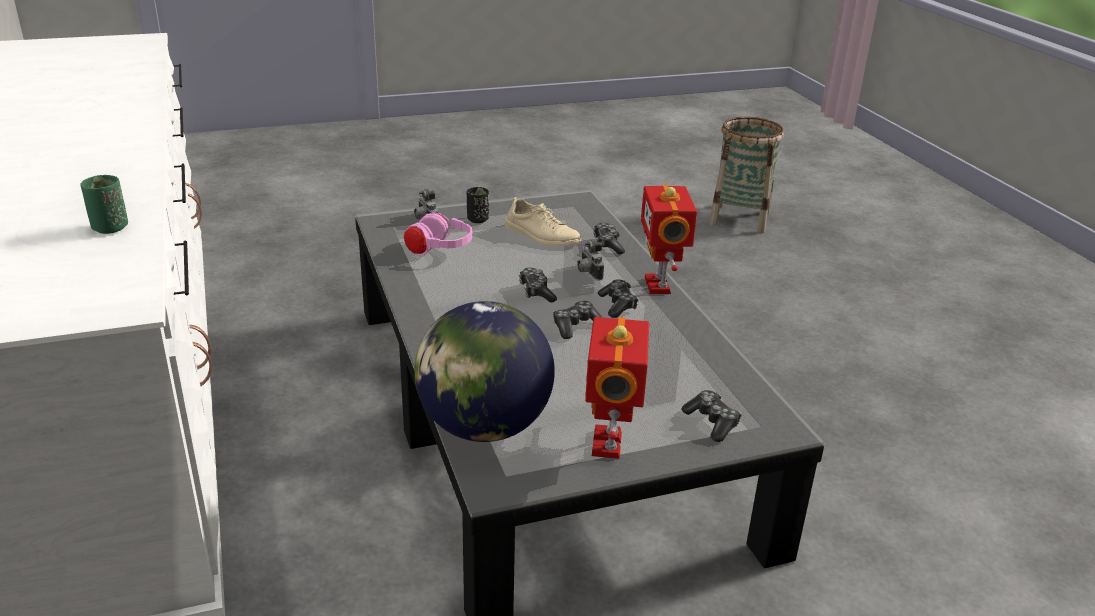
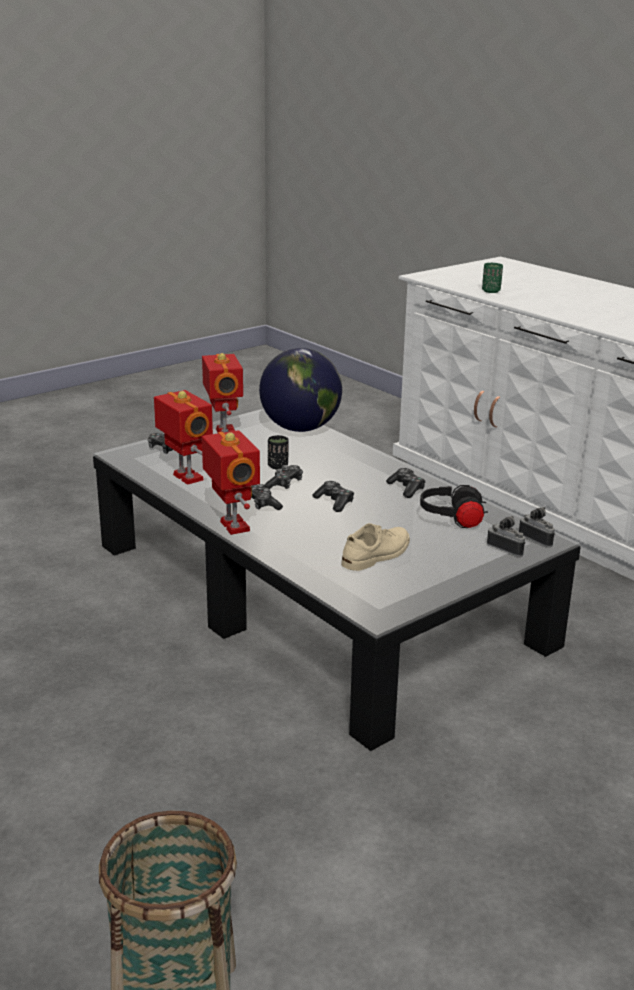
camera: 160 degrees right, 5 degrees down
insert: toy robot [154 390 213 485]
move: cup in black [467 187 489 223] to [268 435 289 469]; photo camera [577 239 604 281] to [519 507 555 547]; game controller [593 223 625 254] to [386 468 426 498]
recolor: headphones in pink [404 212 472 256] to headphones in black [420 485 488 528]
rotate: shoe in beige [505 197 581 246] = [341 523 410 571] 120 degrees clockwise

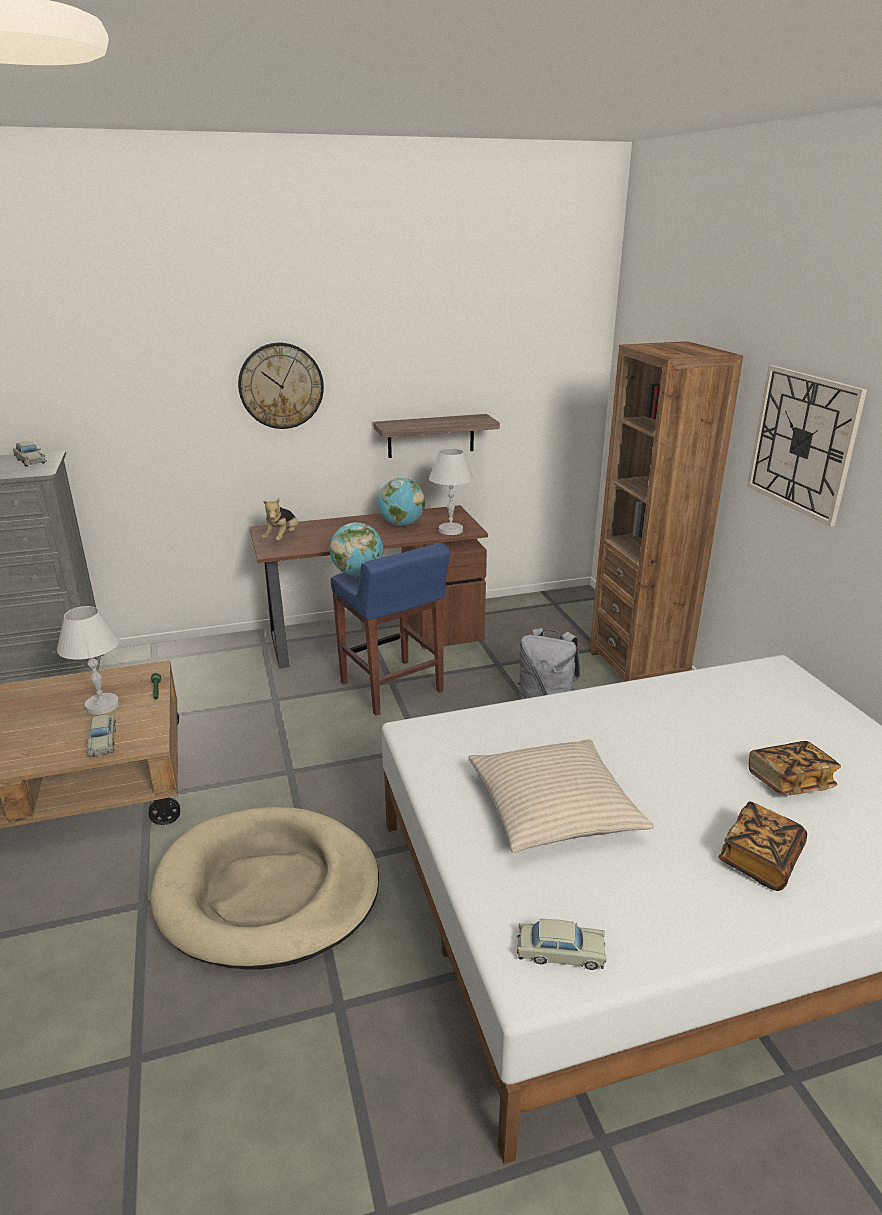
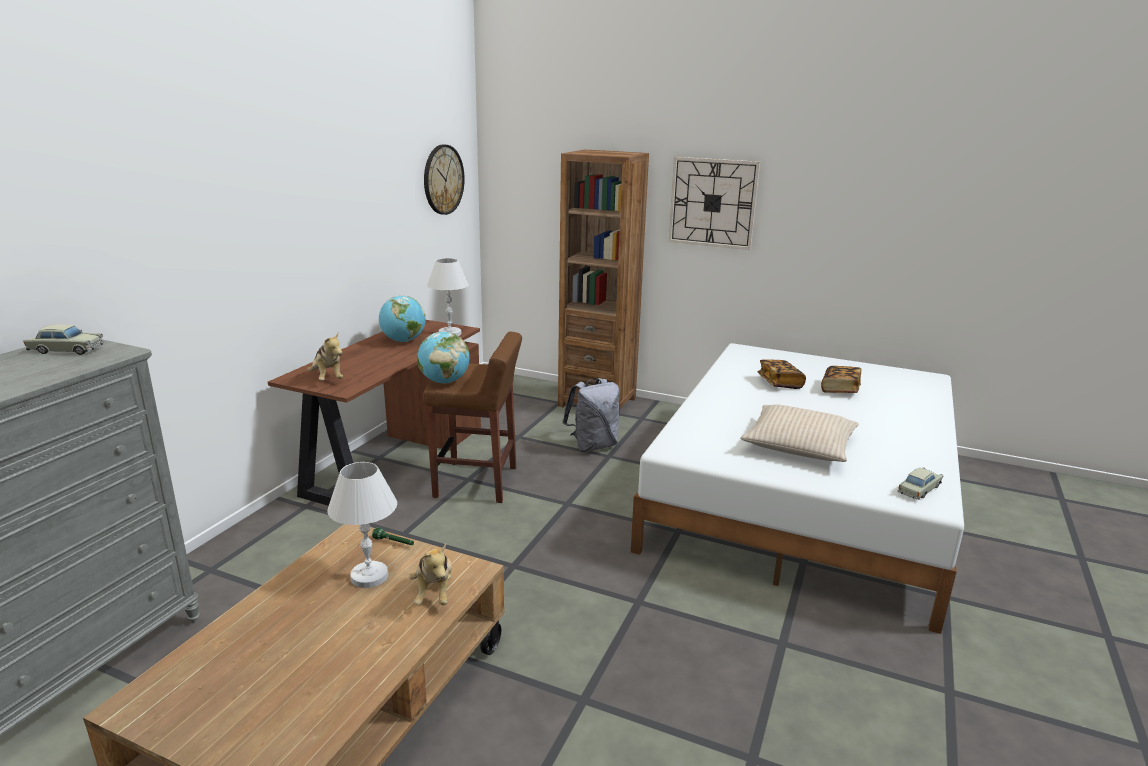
camera: 50 degrees left, 5 degrees down
delete: dog bed in beige [150 807 379 970]; shelf [373 414 500 458]
move: wall clock [238 343 324 429] to [424 145 465 215]; book [719 801 807 891] to [757 359 806 389]
replace: toy car in beige [87 714 116 756] to plush toy [409 544 452 605]
recolor: stool in blue [331 543 450 716] to stool in brown [423 332 522 503]

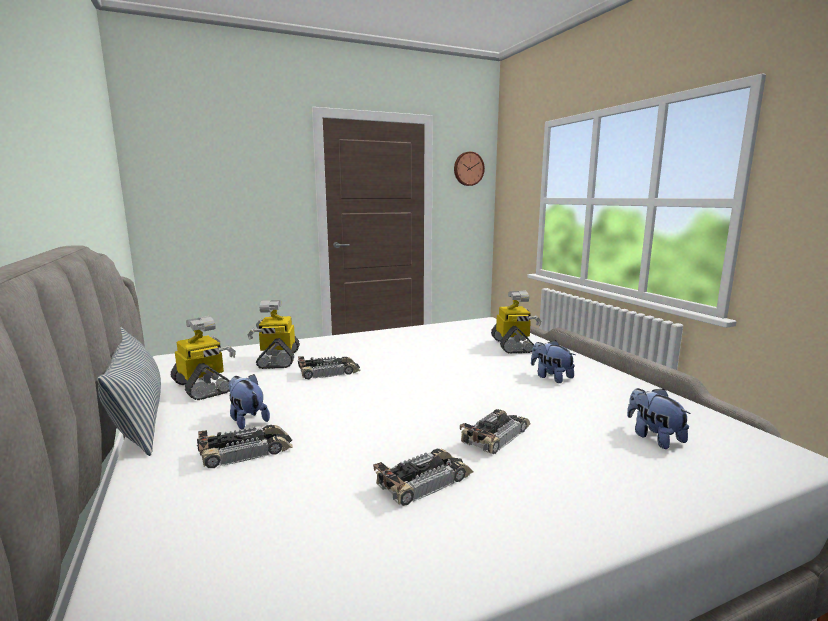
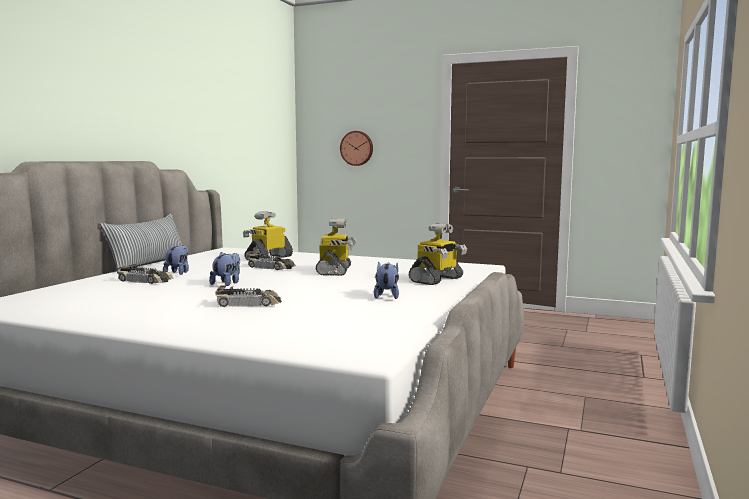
camera: 45 degrees right, 5 degrees down
delete: toy car [373 449 474 506]
move: toy robot [171 316 236 400] to [315 218 356 276]; wall clock [454 152 485 186] to [340 131 373 166]; plush toy [627 388 691 449] to [209 252 240 286]

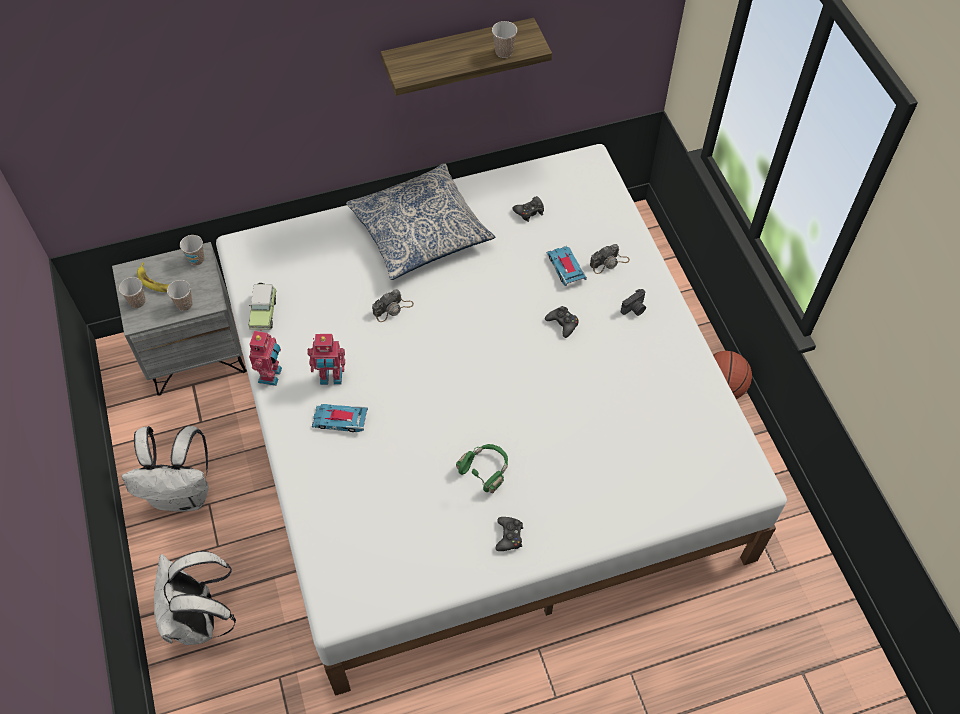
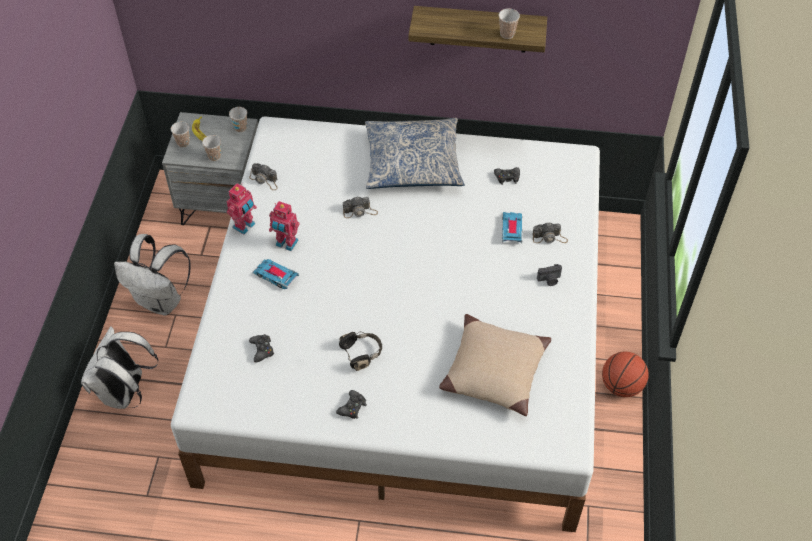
camera: 25 degrees right, 5 degrees down
insert: pillow in beige [439 314 551 416]
move: game controller in black [545 306 578 338] to [249 334 274 363]
replace: toy car [249 283 277 330] to photo camera [249 163 277 190]
recolor: headphones in green [456 444 508 493] to headphones in black [339 332 382 371]

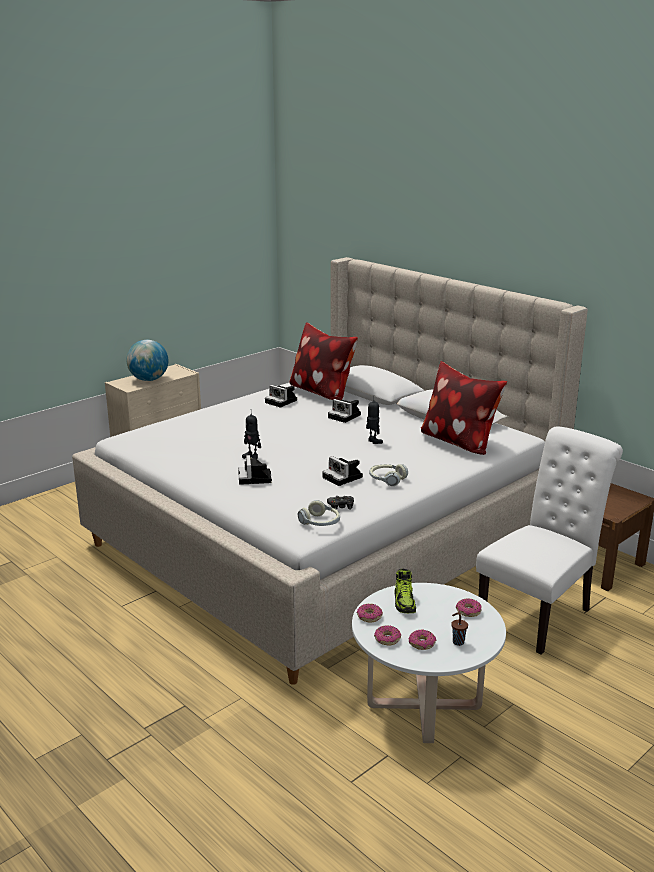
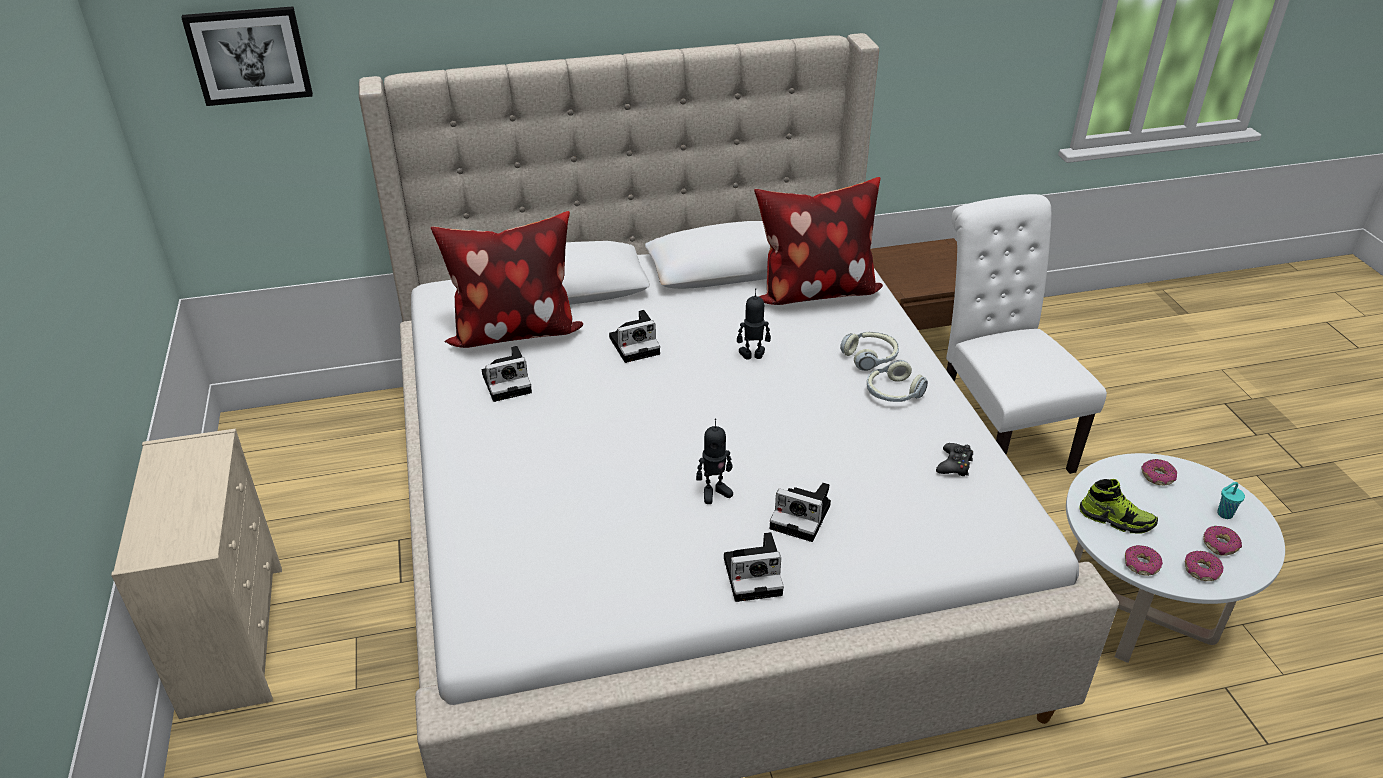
camera: 60 degrees left, 15 degrees up
delete: globe [126 340 168 381]
insert: picture [181 6 313 106]
move: headphones [298 500 340 526] to [840 332 899 371]; photo camera [322 456 363 486] to [724 532 784 602]
recolor: cup in brown [451 613 468 646] to cup in turquoise [1217 482 1245 519]

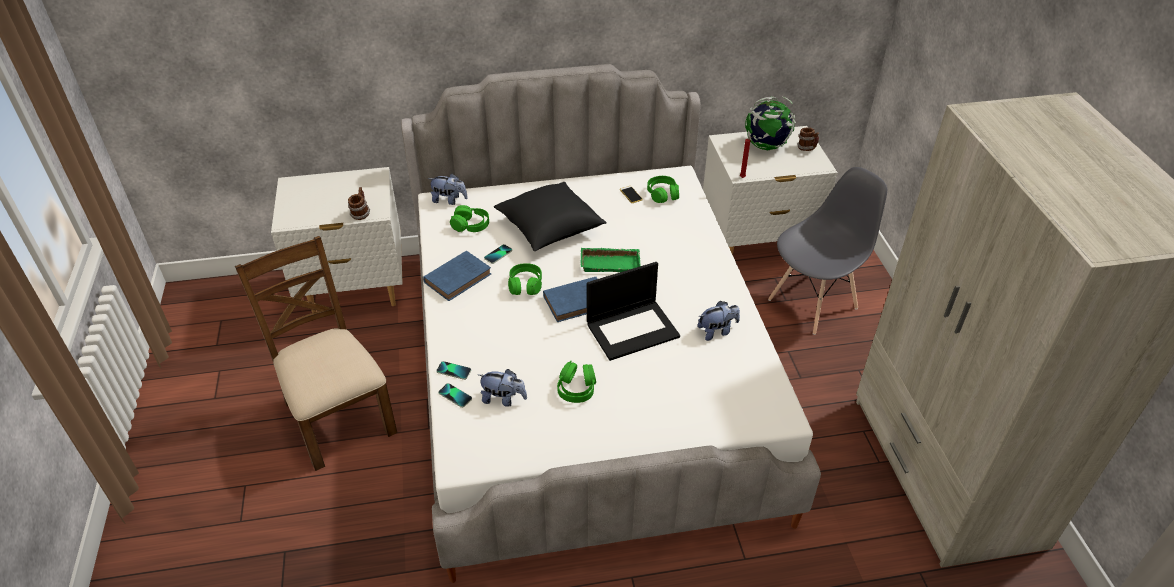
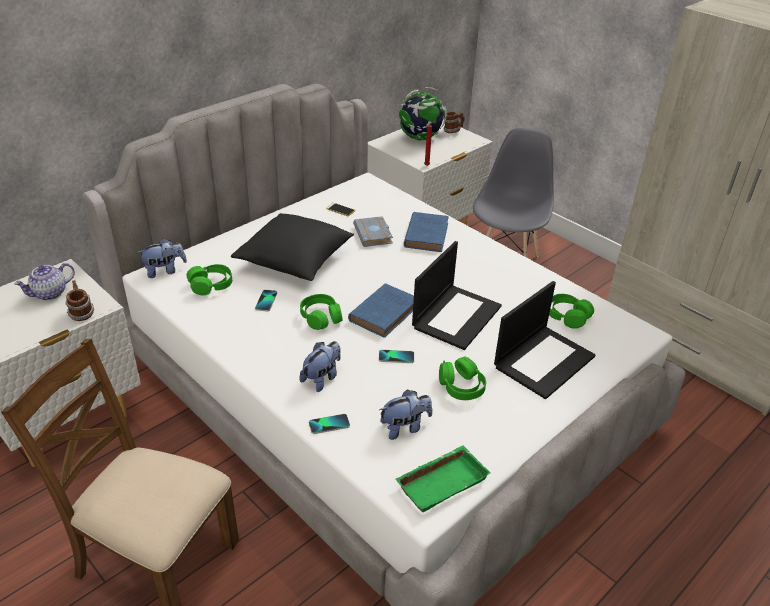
camera: 35 degrees left, 5 degrees down
insert: teapot [14 263 75 300]; book in grey [353 216 393 247]; laptop [494 281 596 399]
move: book in blue [423 251 491 301] to [404 212 449 252]; phone [438 383 472 408] to [379 350 414 363]; tray in green [580 248 641 272] to [396 445 490 512]; headphones in green [647 176 679 203] to [549 294 594 328]; plush toy [697 301 740 341] to [300 341 341 392]

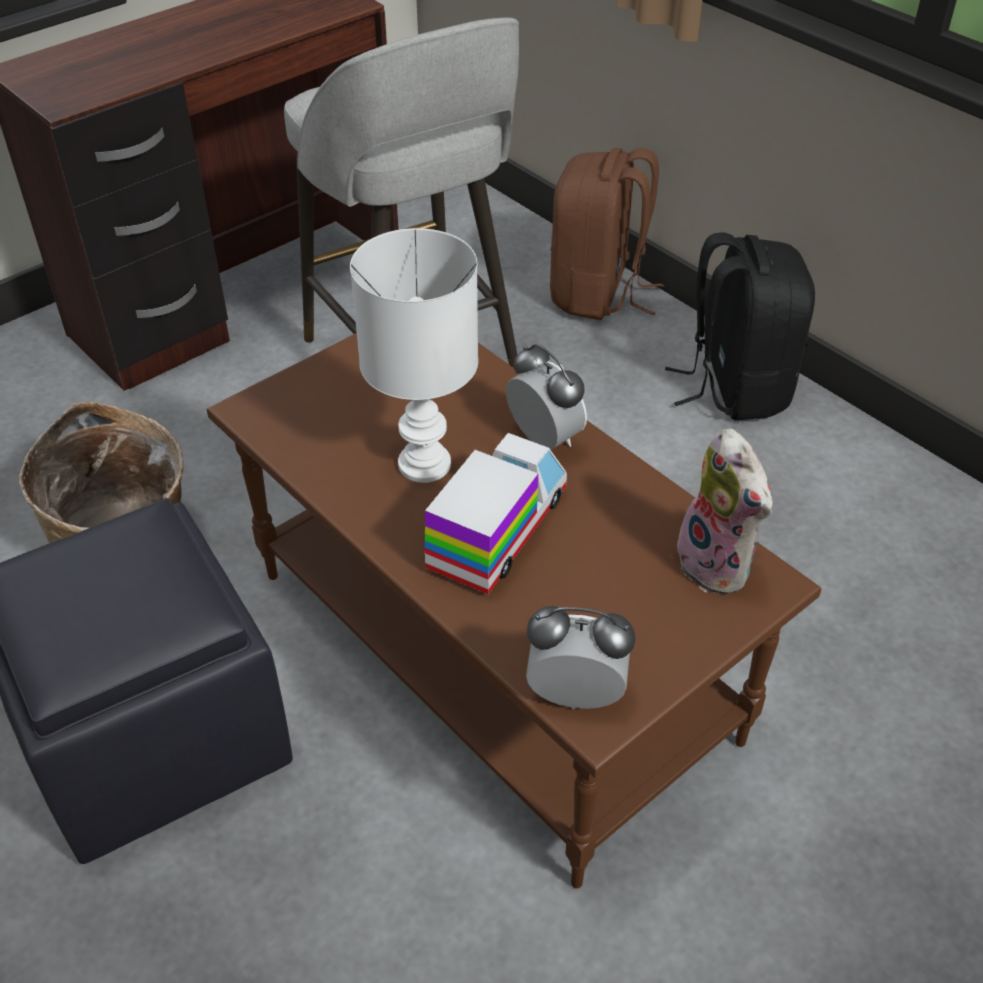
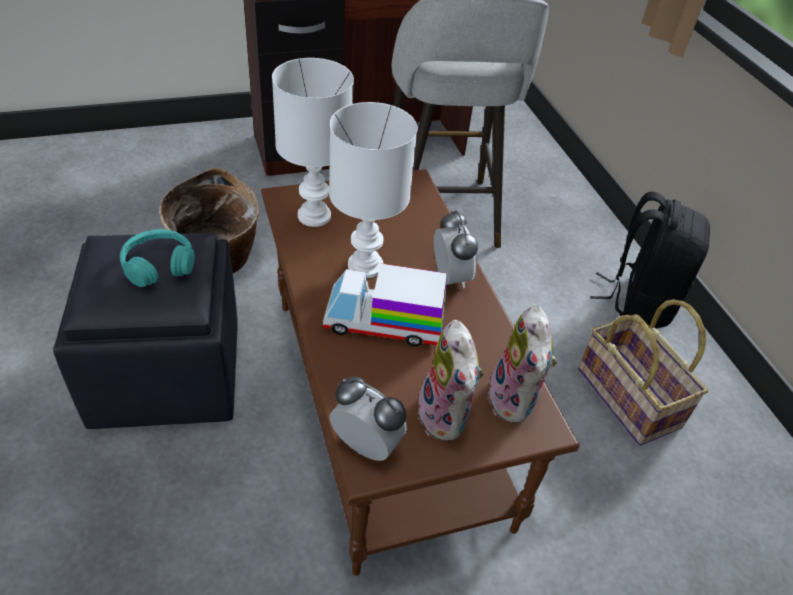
camera: 20 degrees right, 0 degrees up
delete: backpack in brown [550 148 664 320]
insert: headphones in turquoise [120 229 195 287]; table lamp in white [272 58 354 227]; plush toy [418 320 484 441]; basket [578 299 708 445]
rotate: toy truck [425 433 567 594] = [323 264 447 347] 135 degrees counterclockwise

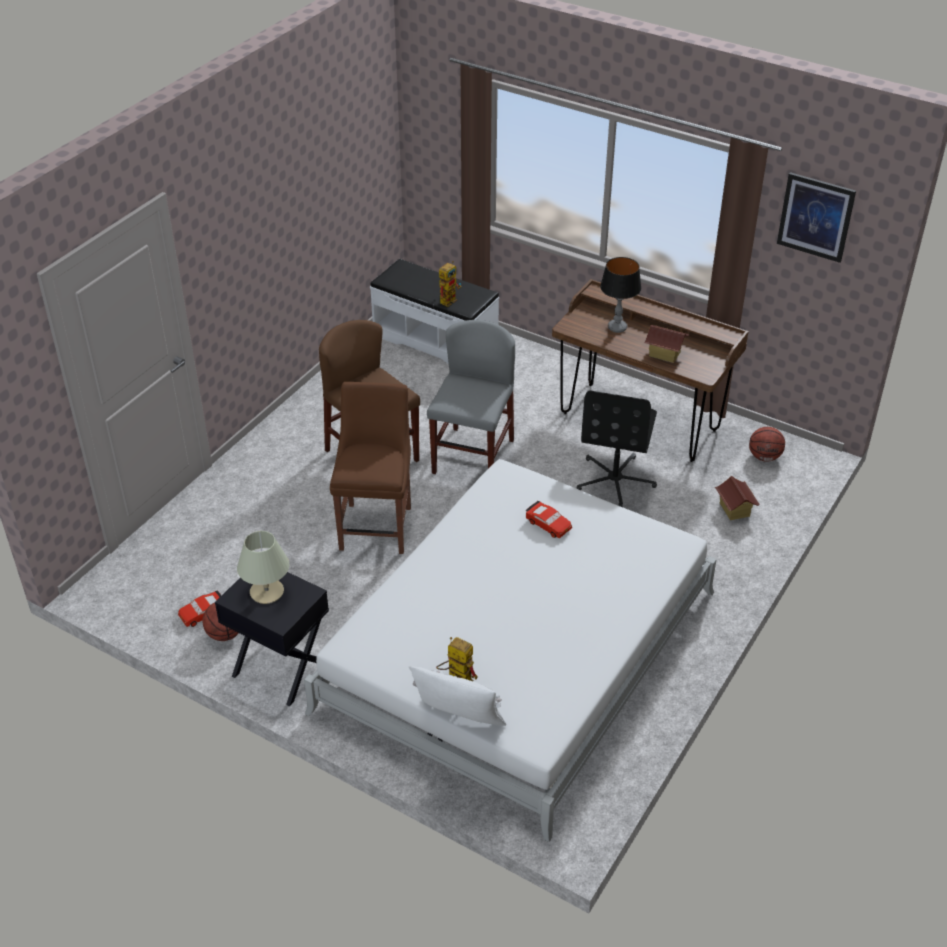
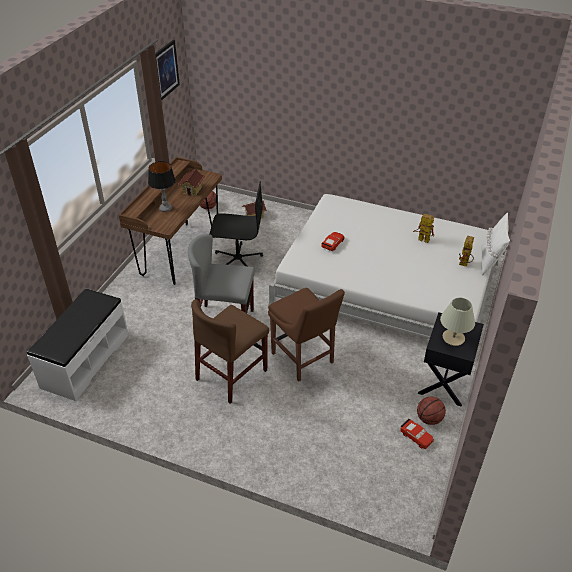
camera: 100 degrees left, 0 degrees up
move: toy robot [439 261 461 307] to [413 213 434 243]
rotate: chair in brown [330 382 411 554] = [268 288 345 382] 120 degrees counterclockwise

